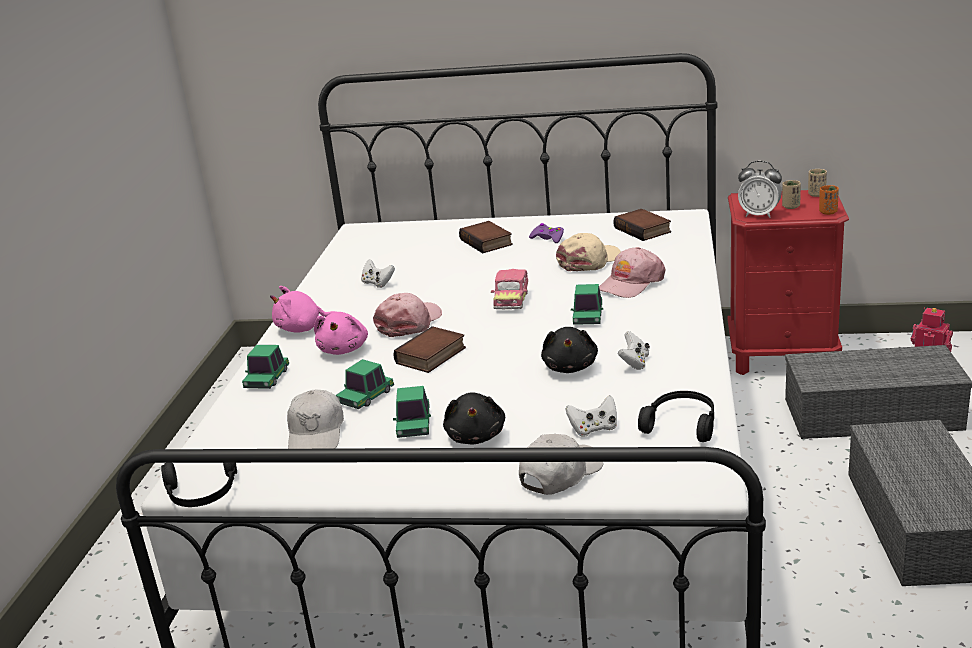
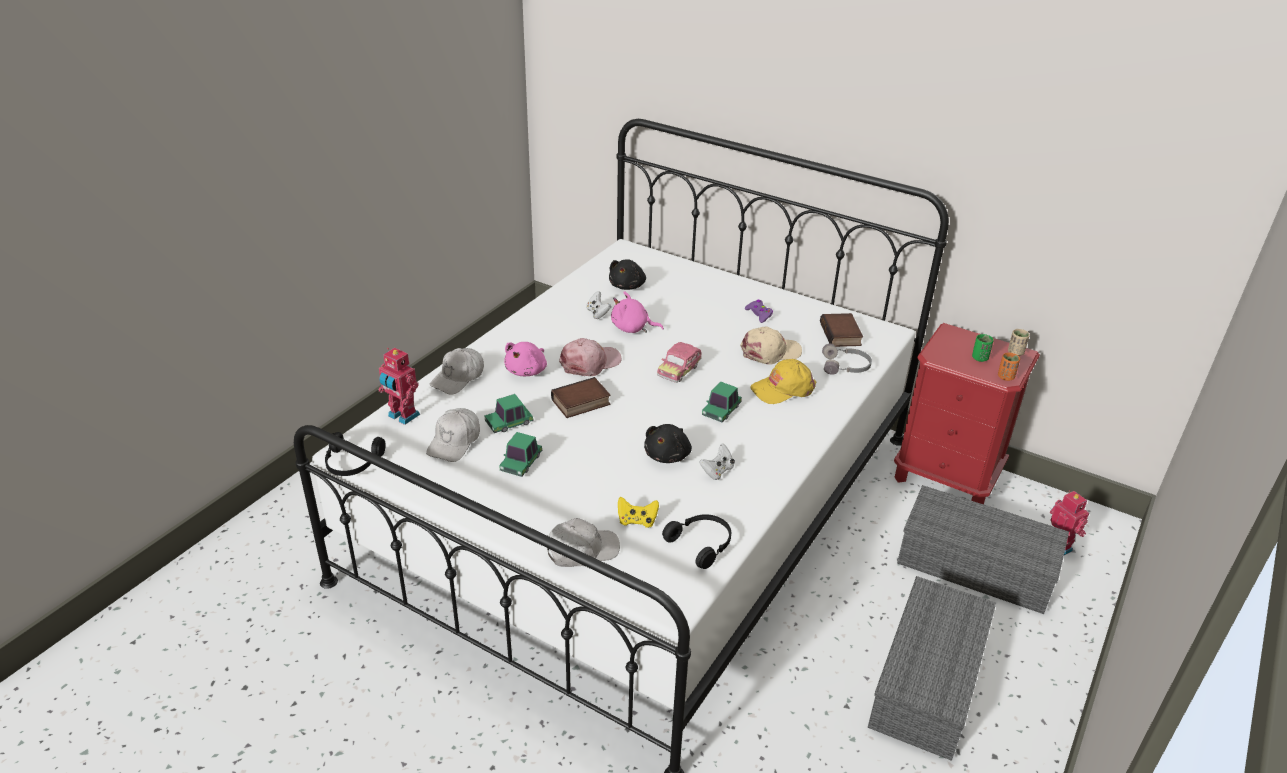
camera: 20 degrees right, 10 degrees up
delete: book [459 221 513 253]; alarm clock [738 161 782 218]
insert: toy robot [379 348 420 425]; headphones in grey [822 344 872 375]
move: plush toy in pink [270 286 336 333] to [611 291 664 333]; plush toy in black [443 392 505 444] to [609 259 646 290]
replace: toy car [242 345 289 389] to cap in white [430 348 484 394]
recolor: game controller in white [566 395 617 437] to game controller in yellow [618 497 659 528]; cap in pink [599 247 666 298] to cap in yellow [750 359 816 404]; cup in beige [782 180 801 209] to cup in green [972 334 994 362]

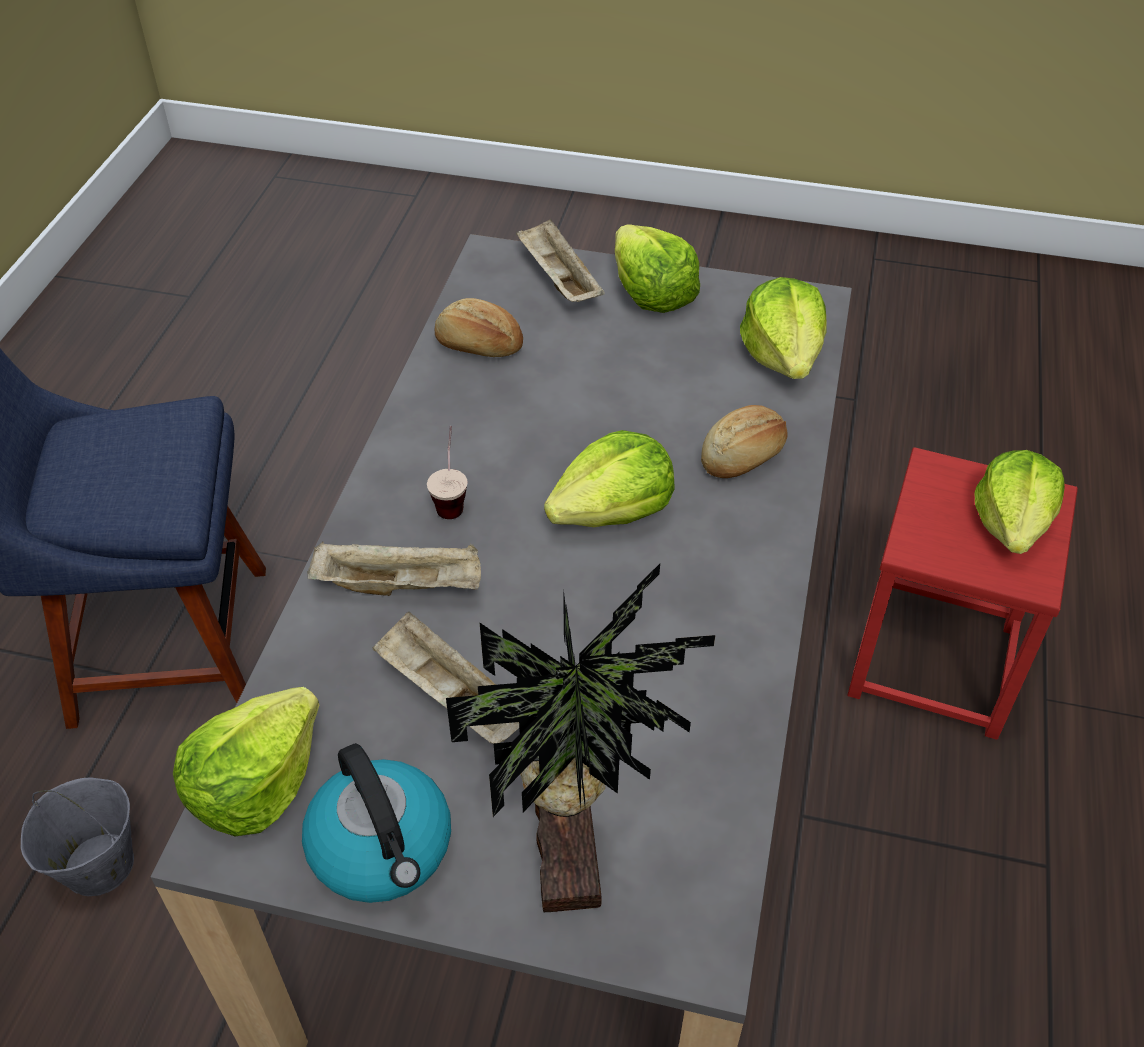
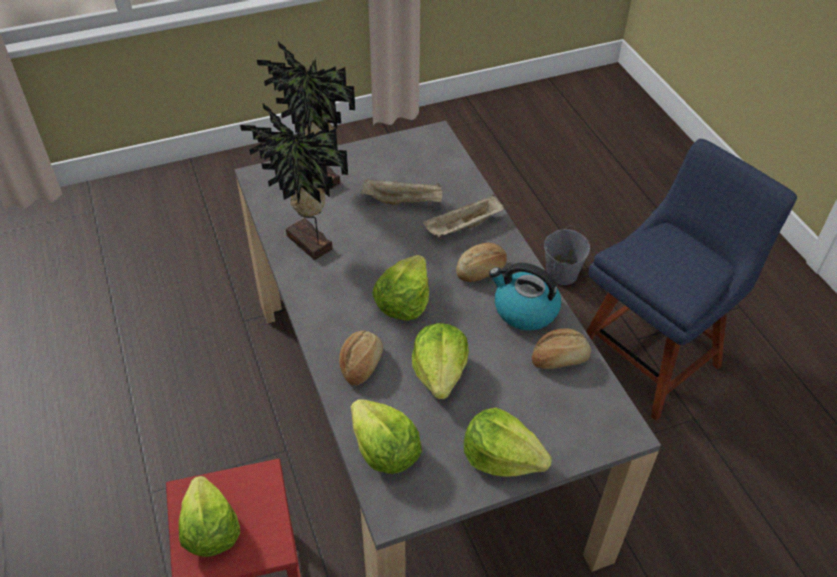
camera: 145 degrees right, 0 degrees up
delete: tray in beige [516 218 605 302]
insert: potted plant [240 103 348 260]
move: lettuce [173 687 319 836] to [412 323 469 399]; kettle [302 743 451 903] to [489 263 561 331]
replace: cup [427 426 468 519] to bread [456 243 507 282]

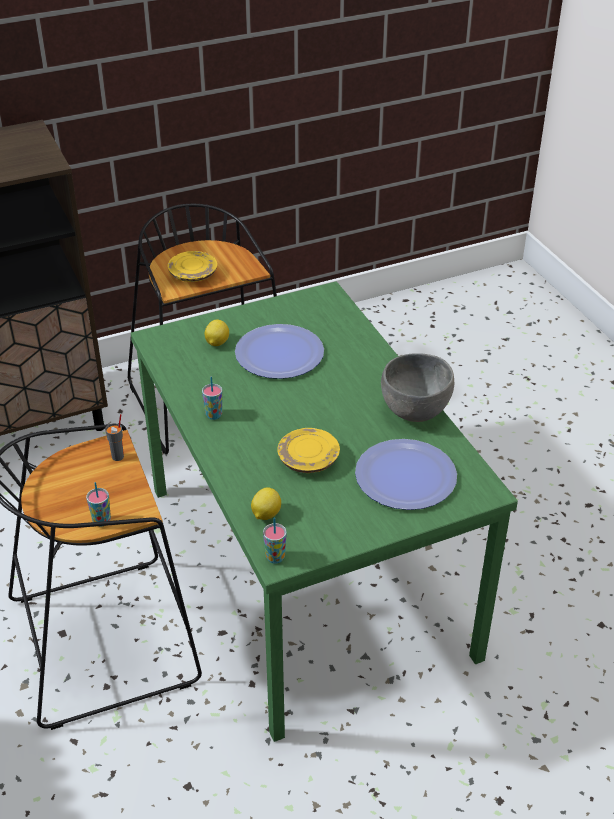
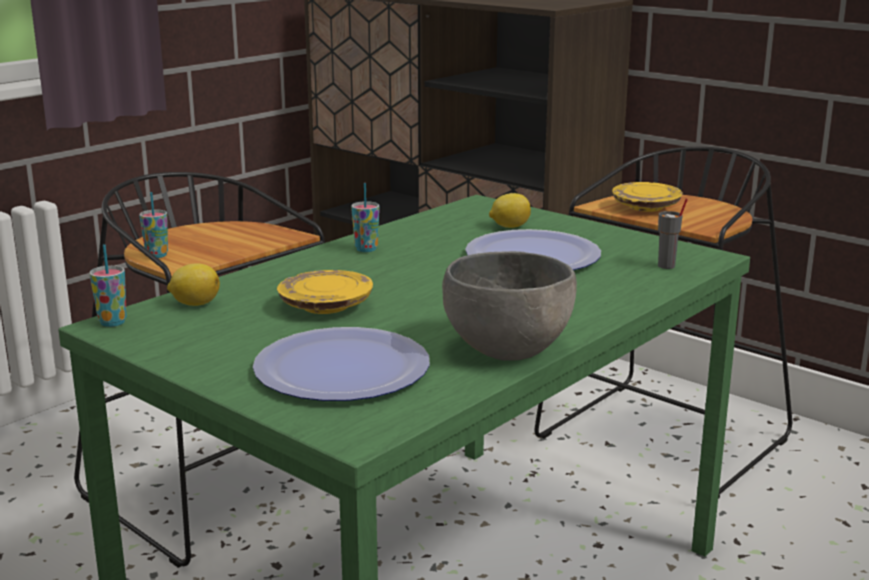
camera: 65 degrees right, 20 degrees down
move: cup in grey [105 414 124 461] to [658 199 688 269]

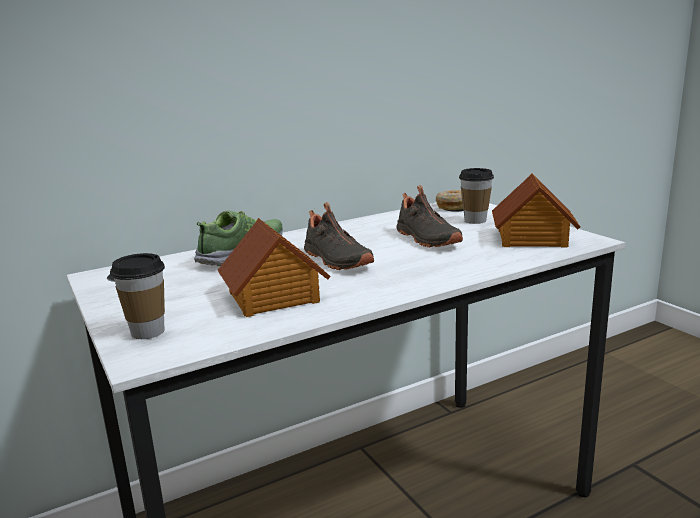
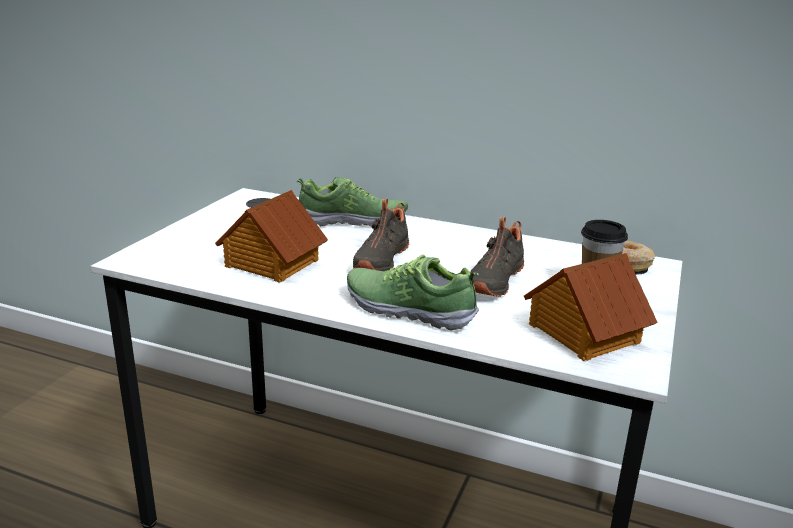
camera: 50 degrees right, 5 degrees up
delete: cup [110 253 165 339]
insert: shoe [347 254 479 331]

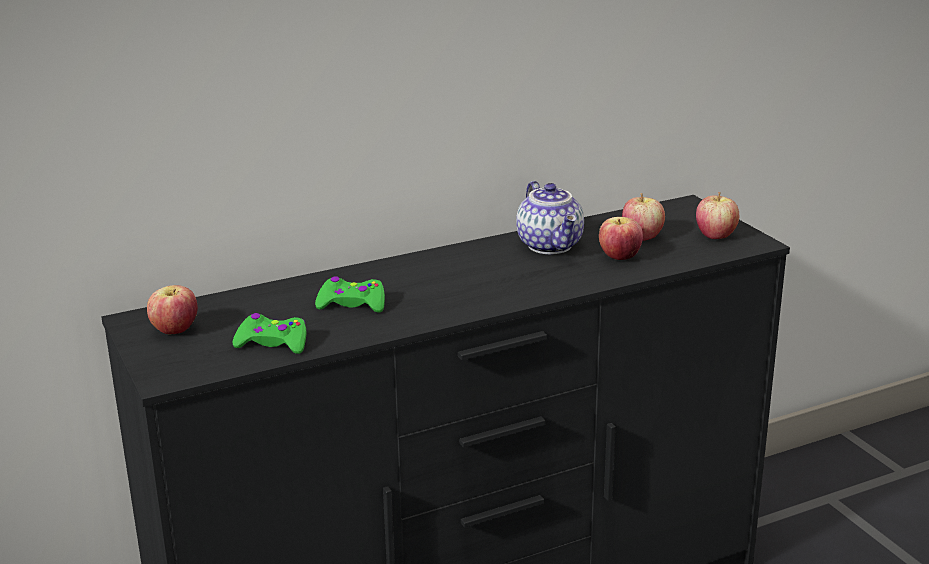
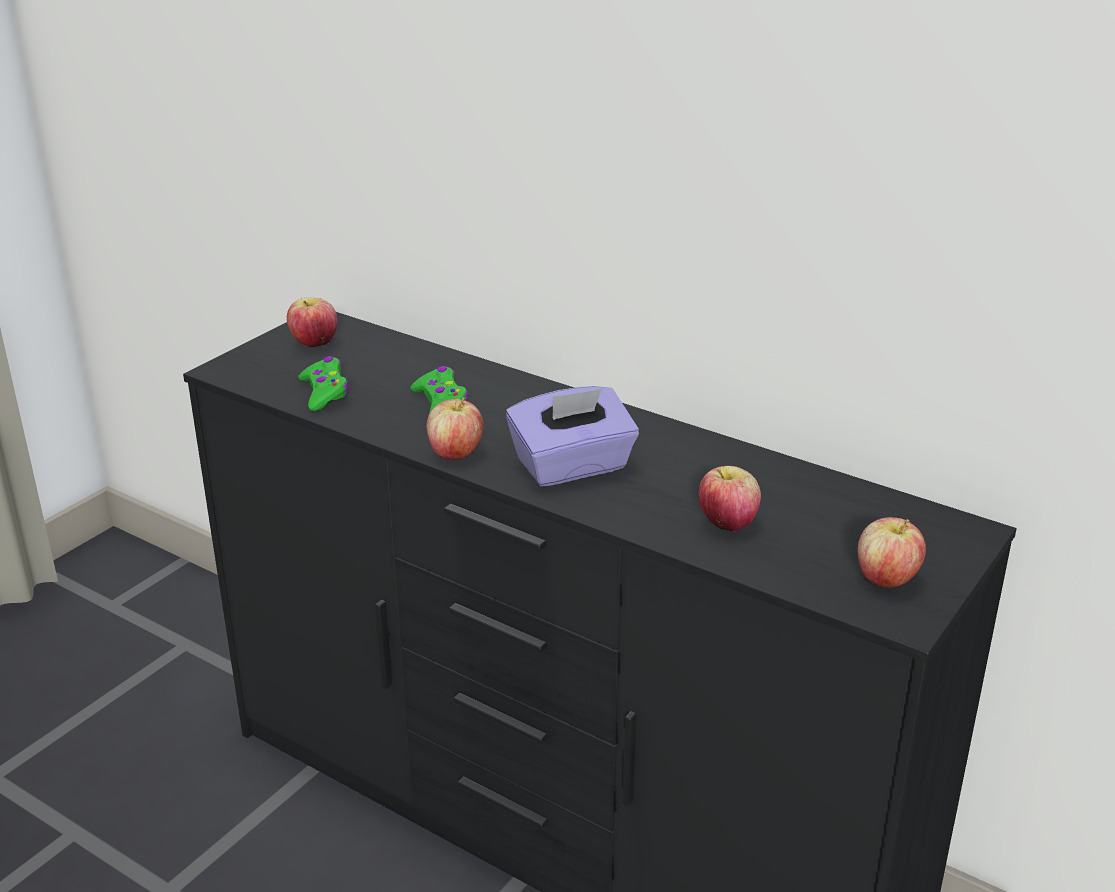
camera: 60 degrees right, 5 degrees up
delete: teapot [516 181 584 254]
insert: tissue box in purple [506 386 639 487]
move: apple [622 193 665 241] to [426 397 484 460]

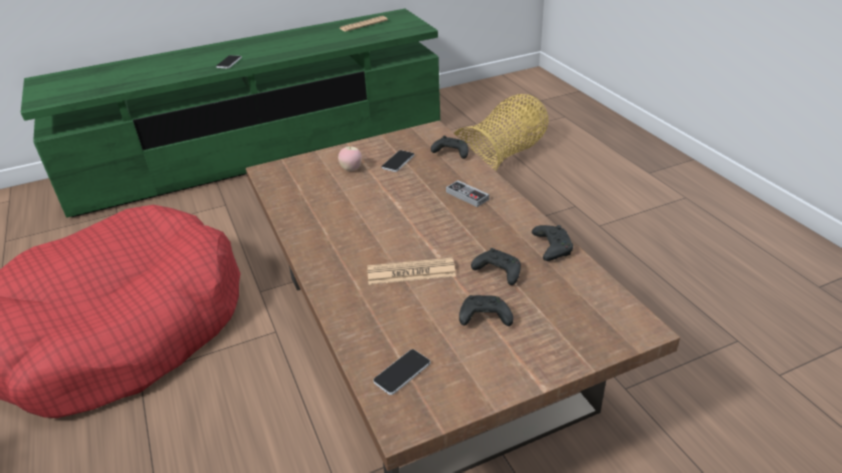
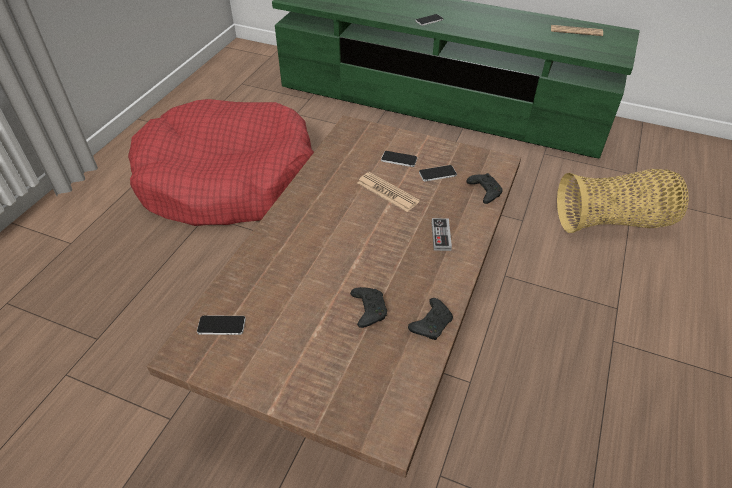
camera: 45 degrees right, 10 degrees up
delete: game controller in black [459 295 513 326]
move: newspaper [367 258 456 285] to [357 172 420 212]
replace: apple [338 146 362 171] to phone [381 151 418 167]

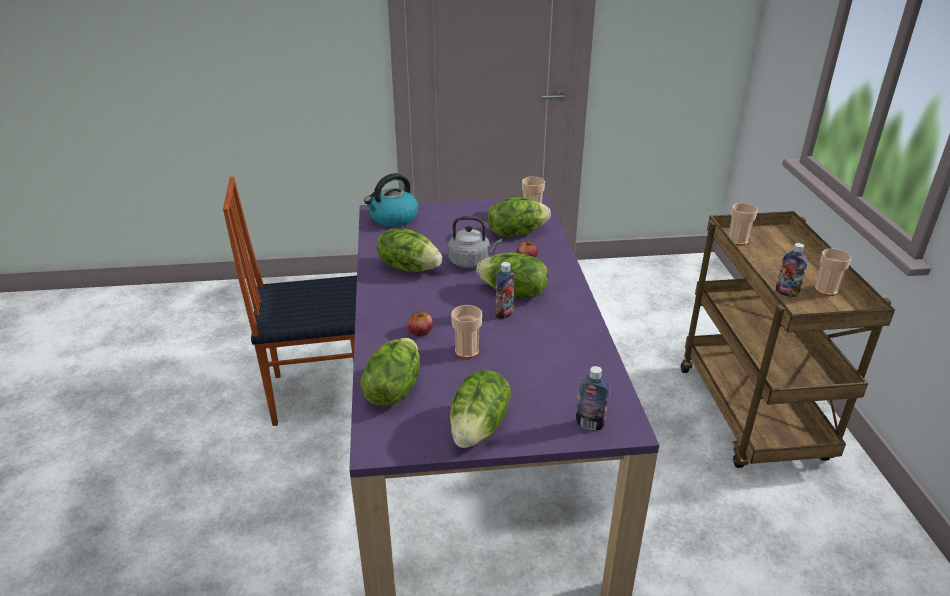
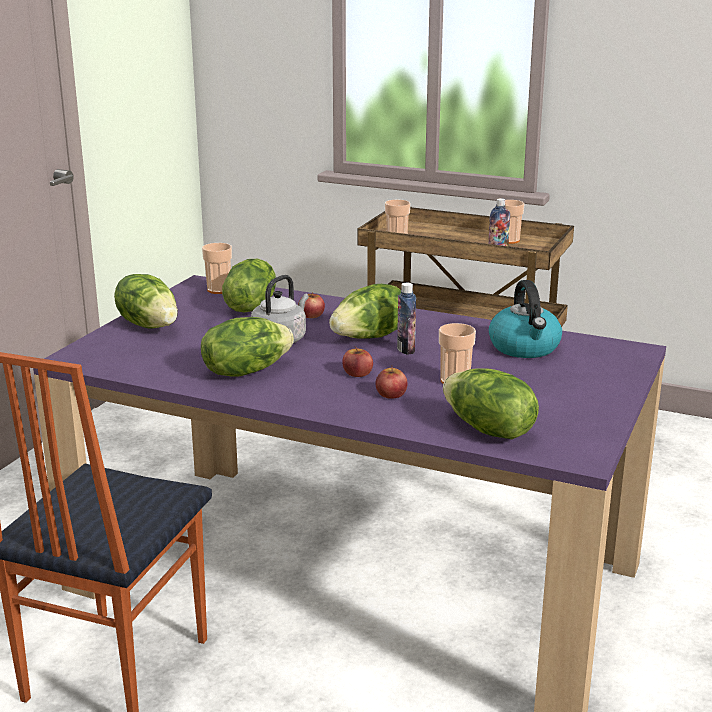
camera: 60 degrees left, 10 degrees down
delete: bottle [576 366 610 430]
insert: apple [342 346 373 377]
move: kettle [364 173 418 227] to [489 280 562 358]; lettuce [450 370 511 448] to [114 274 178 329]

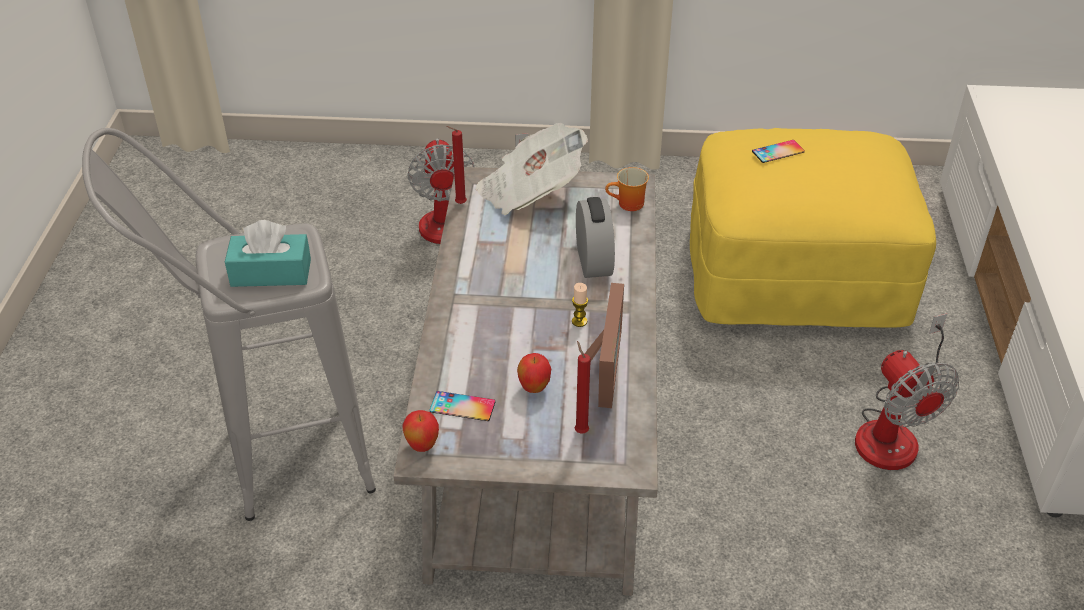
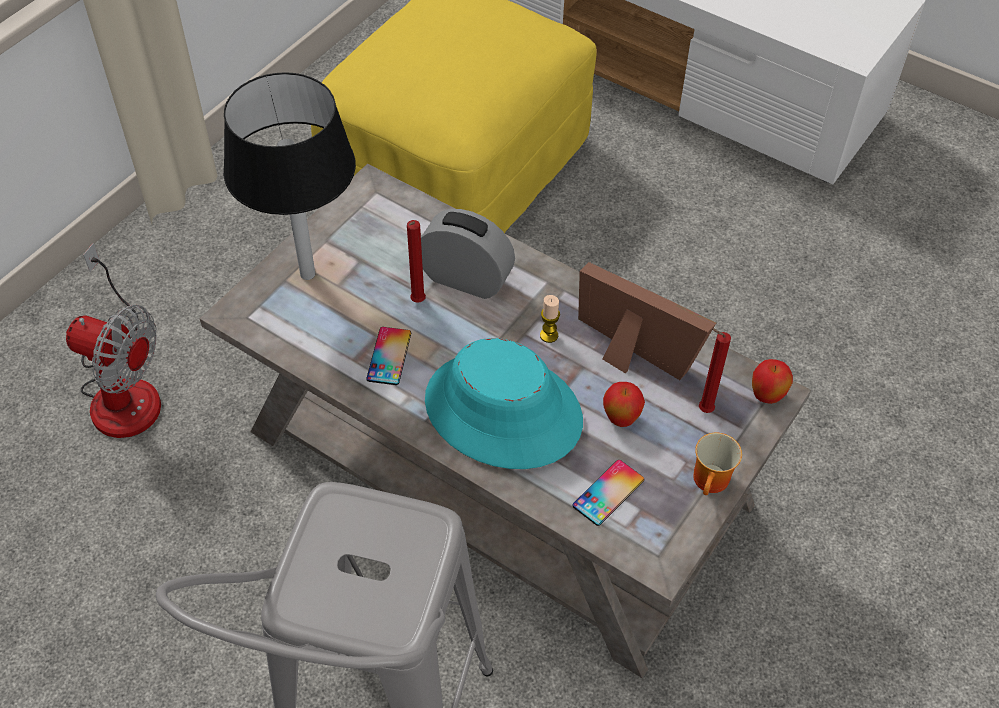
camera: 60 degrees left, 10 degrees up
delete: tissue box in turquoise [225 220 311 287]; fan [855 314 959 470]
insert: hat in turquoise [425 338 583 469]
move: apple [402 410 439 452] to [752 359 793 404]; candle in red [446 126 467 204] to [407 220 426 302]; mug [605 167 649 211] to [693 433 742 495]; phone [752 140 805 163] to [366 327 411 385]
replace: newspaper [476 123 588 215] to table lamp in black [223 72 356 280]

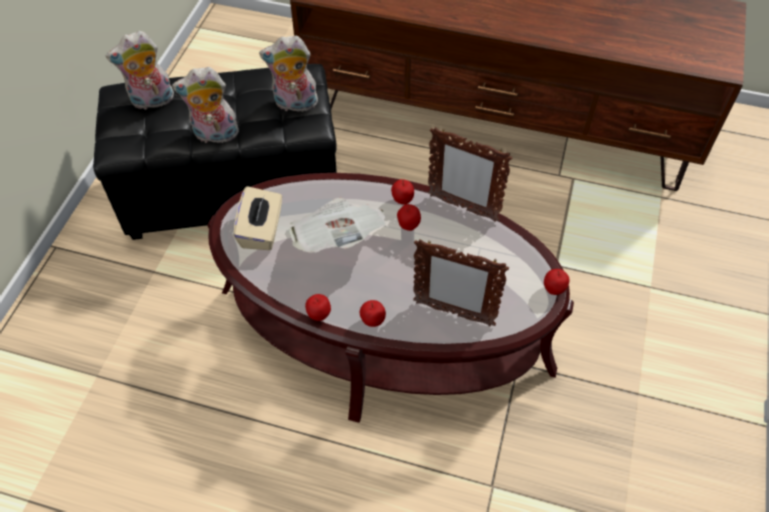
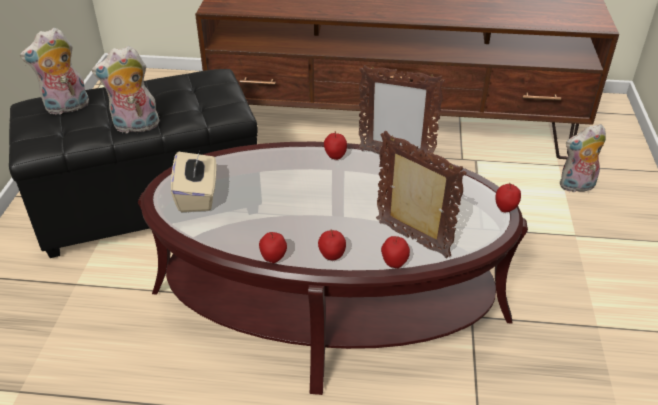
camera: 10 degrees left, 15 degrees down
delete: newspaper [290 198 386 253]
move: plush toy [259 36 318 112] to [560 124 606 192]; apple [397 204 421 231] to [381 236 410 268]
rotate: picture frame [413 239 509 327] = [376 131 467 258] 150 degrees counterclockwise

